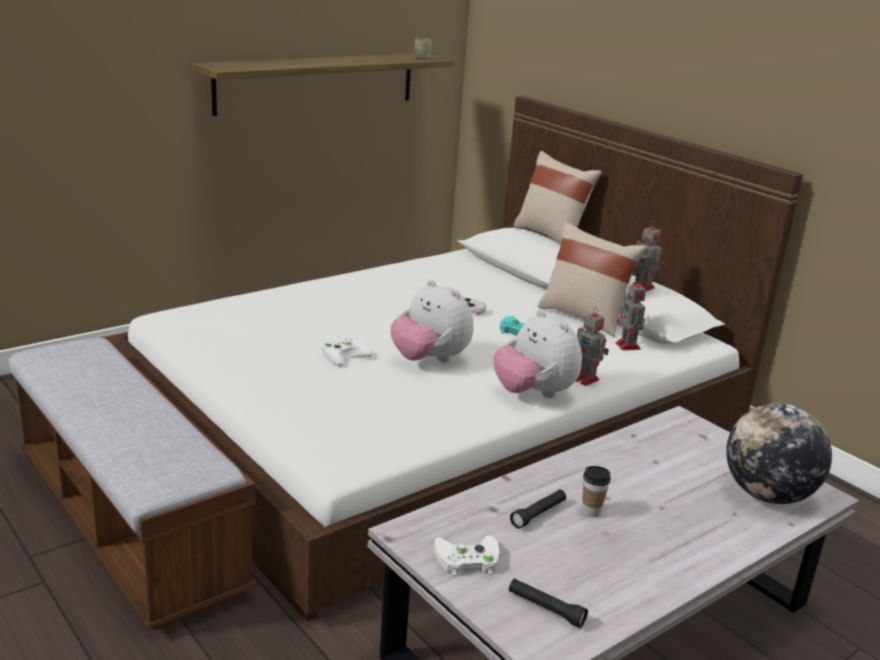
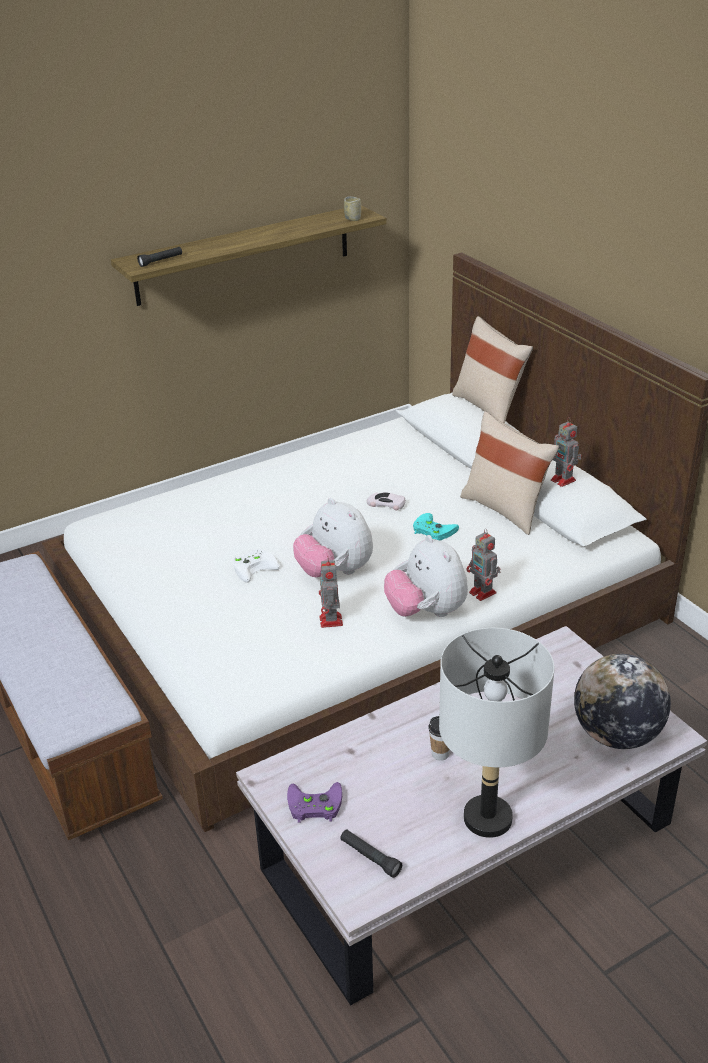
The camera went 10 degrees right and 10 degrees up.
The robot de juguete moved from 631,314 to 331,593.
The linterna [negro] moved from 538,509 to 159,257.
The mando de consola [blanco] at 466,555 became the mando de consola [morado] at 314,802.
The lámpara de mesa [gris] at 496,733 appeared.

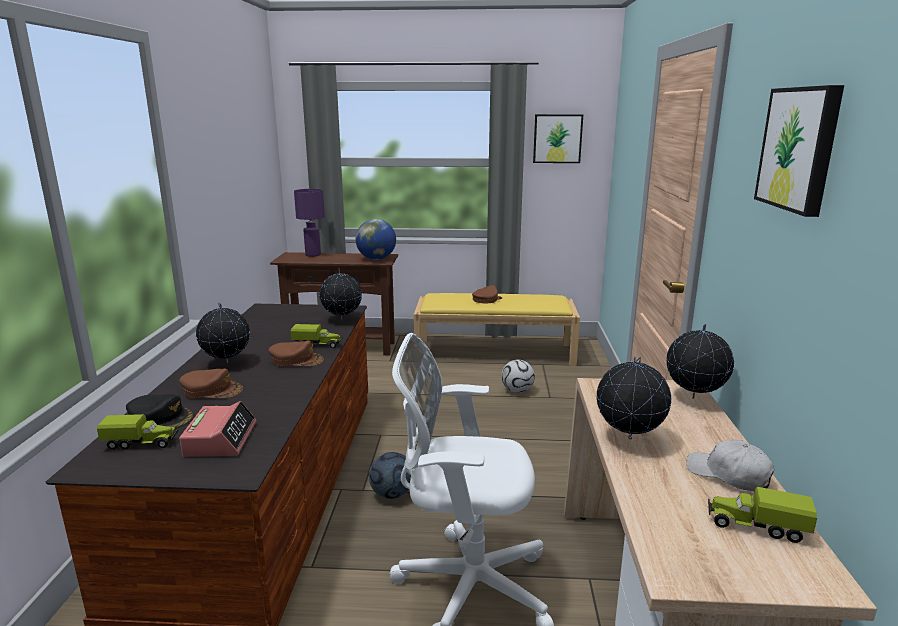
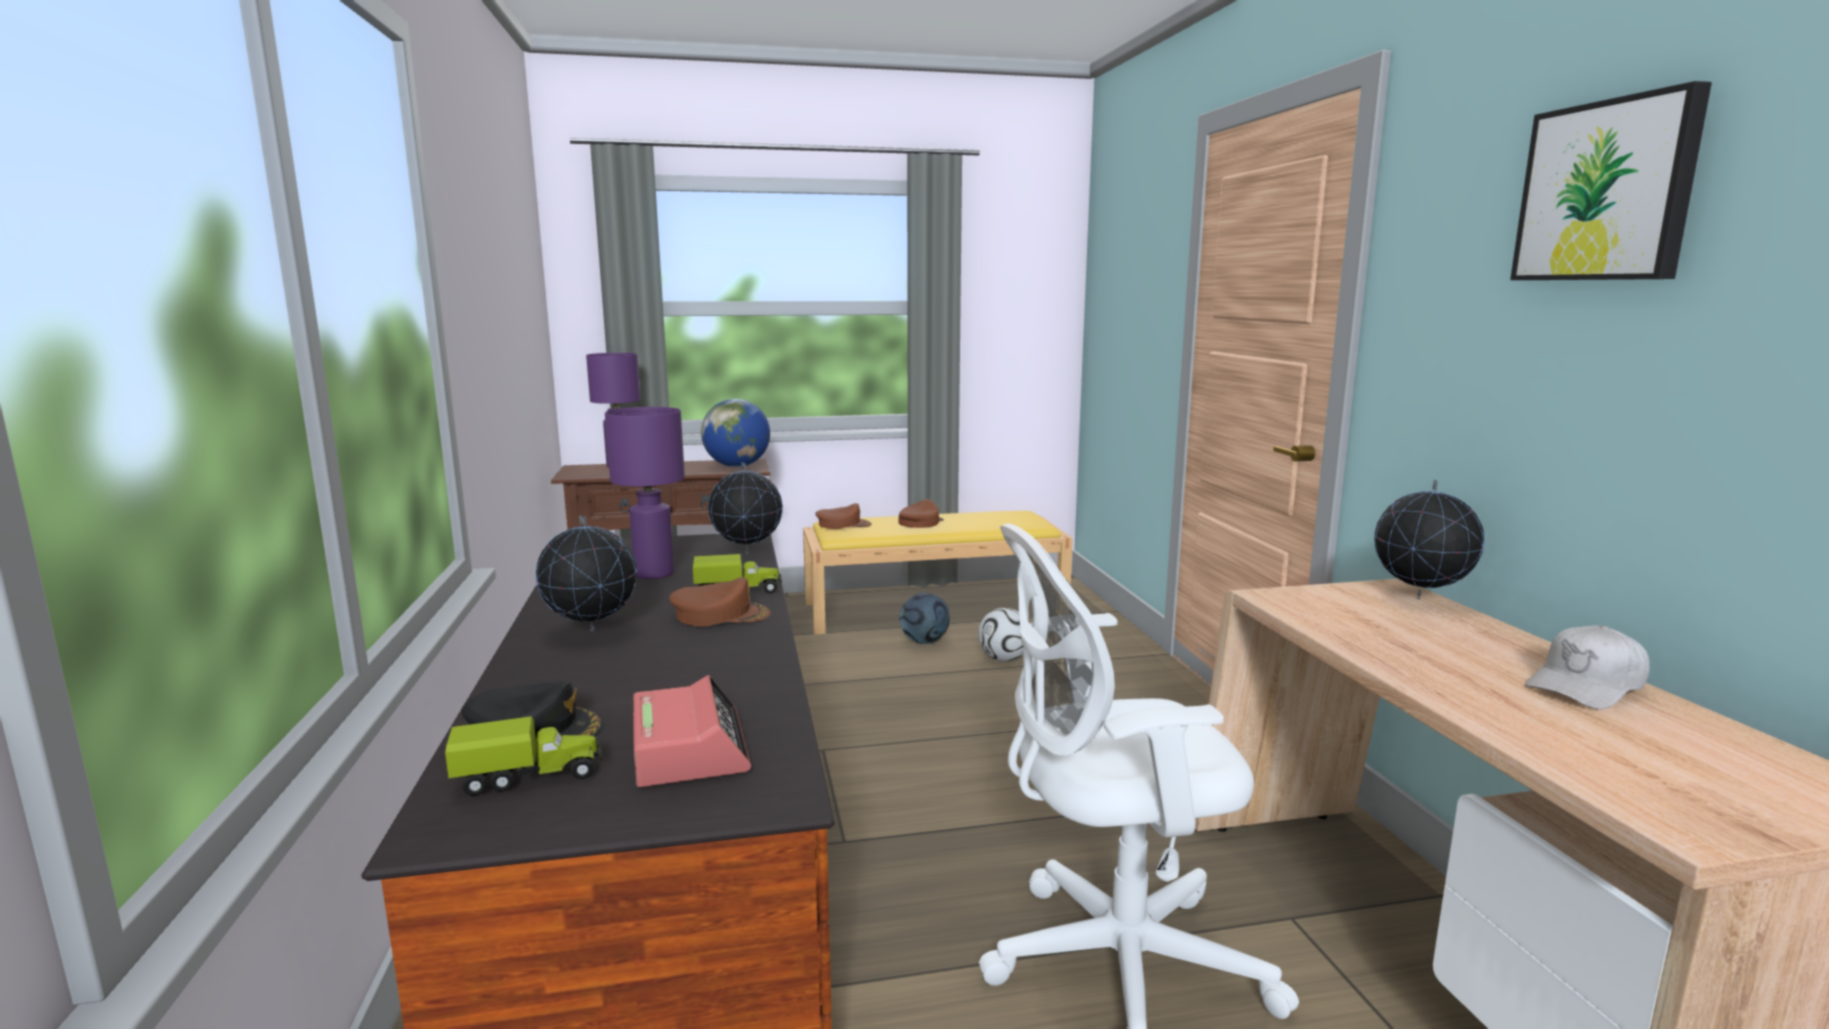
The camera went 15 degrees left and 5 degrees down.
The cuadro at 558,138 disappeared.
The globo terráqueo at 633,397 disappeared.
The gorra [marrón] moved from 211,384 to 843,516.
The gorra [blanco] at 730,466 turned 60 degrees counterclockwise.
The balón de fútbol moved from 390,475 to 924,618.
The camión de juguete at 762,515 disappeared.
The lámpara de mesa [morado] at 645,493 appeared.

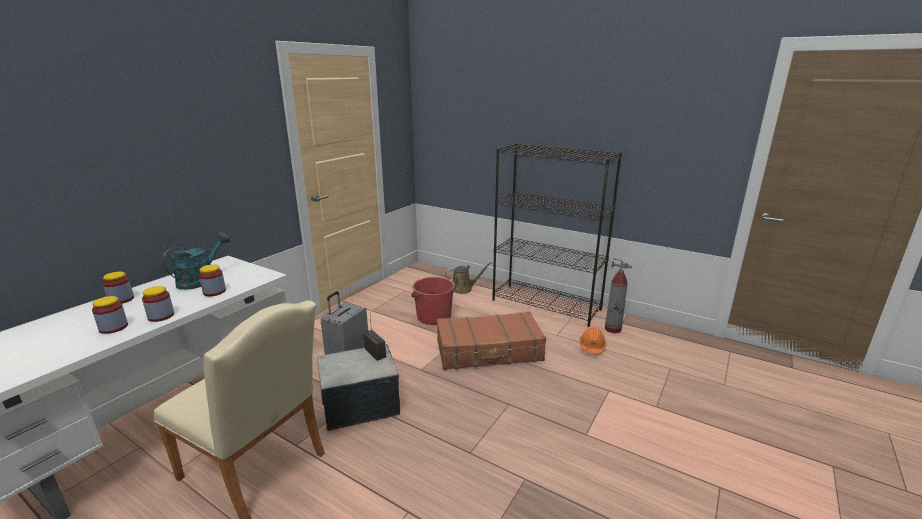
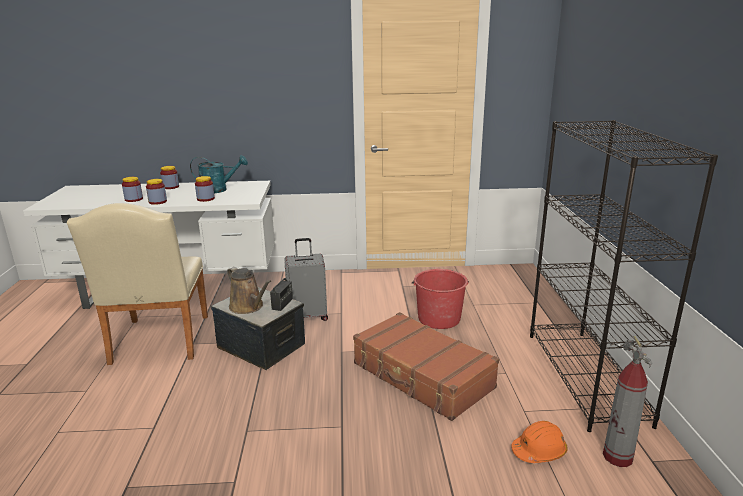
The camera went 55 degrees right and 0 degrees up.
The regadera [marrón] moved from 468,278 to 249,290.

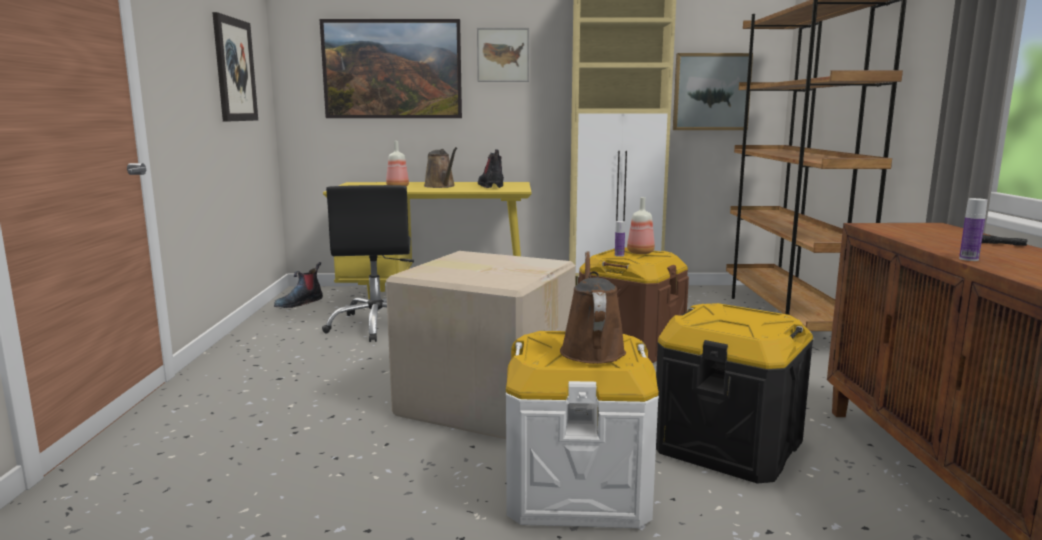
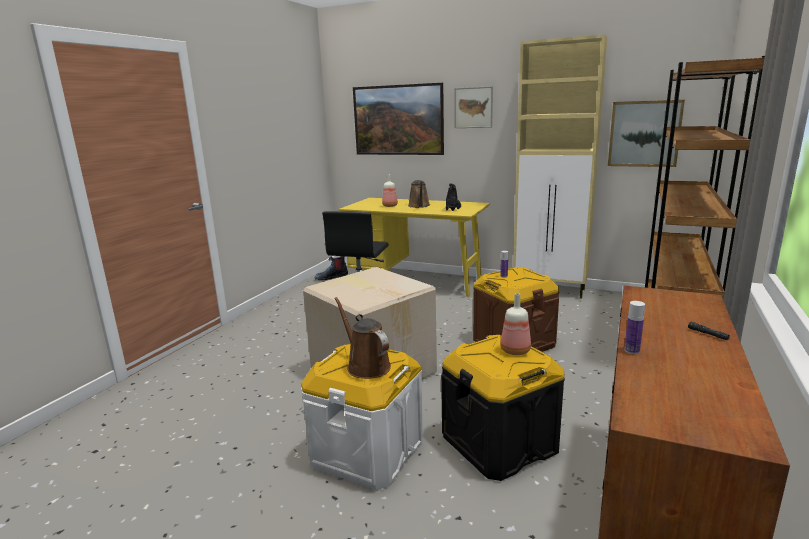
The camera went 25 degrees right and 5 degrees up.
The cuadro at 235,67 disappeared.
The botella moved from 641,225 to 515,324.
The regadera [marrón] at 593,307 turned 60 degrees counterclockwise.

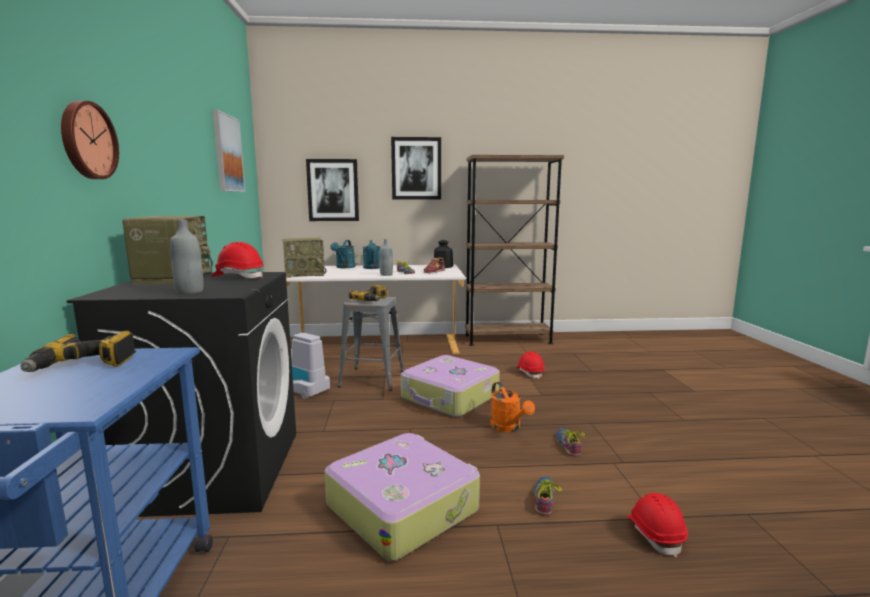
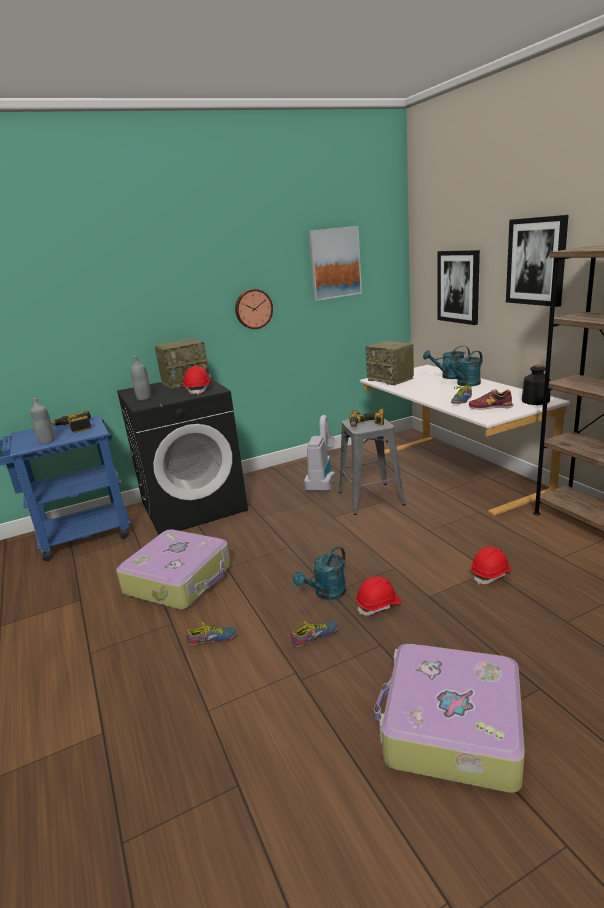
The camera went 70 degrees right and 10 degrees up.
The reloj de pared moved from 90,140 to 254,309.
The botella [gris] moved from 386,257 to 42,421.
The maleta moved from 450,386 to 449,718.
The regadera [naranja] at 512,407 became the regadera [turquesa] at 319,573.
The casco [rojo] moved from 657,525 to 379,596.

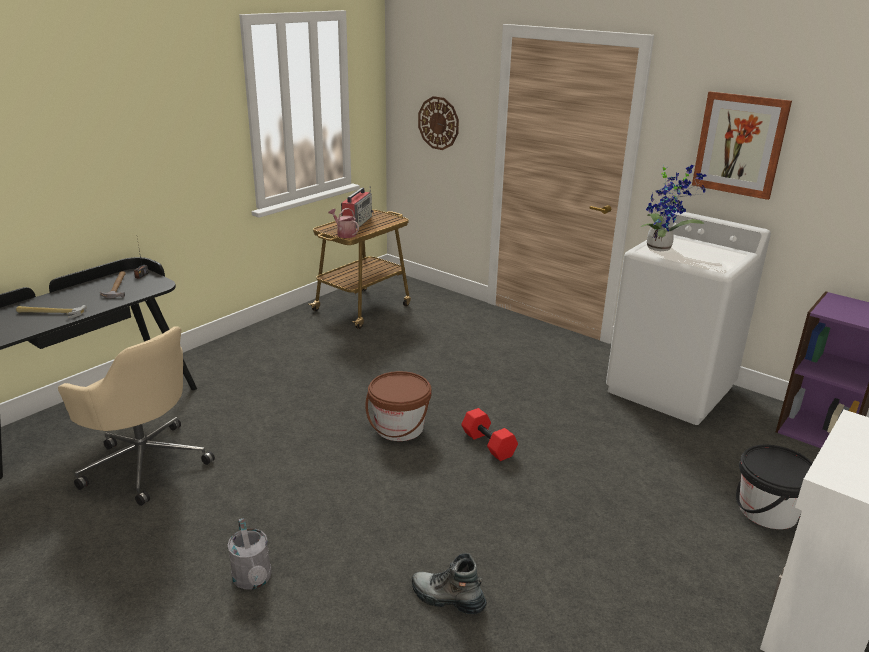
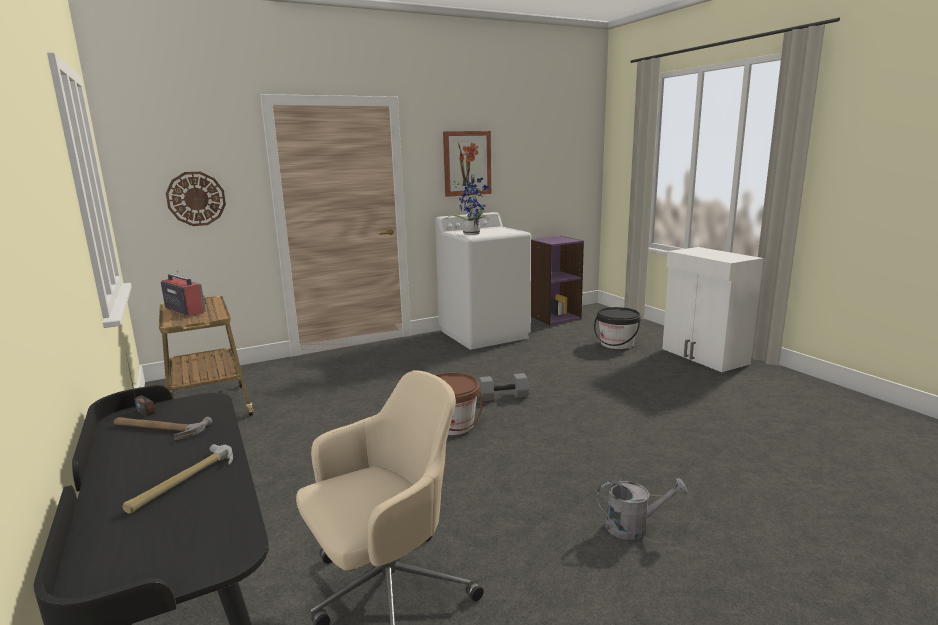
The camera went 65 degrees left and 10 degrees down.
The regadera at 344,223 disappeared.
The mancuerna [rojo] at 489,434 became the mancuerna [gris] at 503,387.
The bota at 449,583 disappeared.

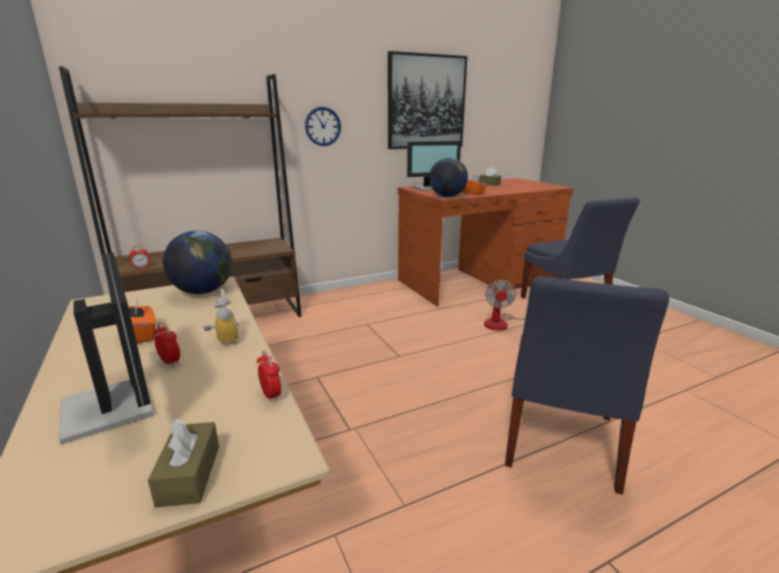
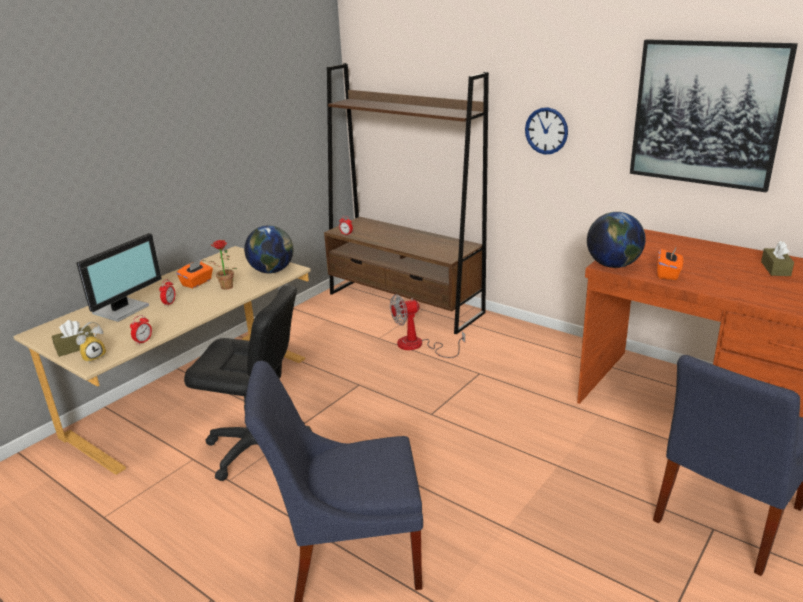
The camera went 65 degrees right and 5 degrees up.
The monitor at 434,166 disappeared.
The ventilador moved from 507,304 to 427,326.
The despertador moved from 220,317 to 91,342.
The planta en maceta at 219,265 appeared.
The silla de oficina [negro] at 248,383 appeared.

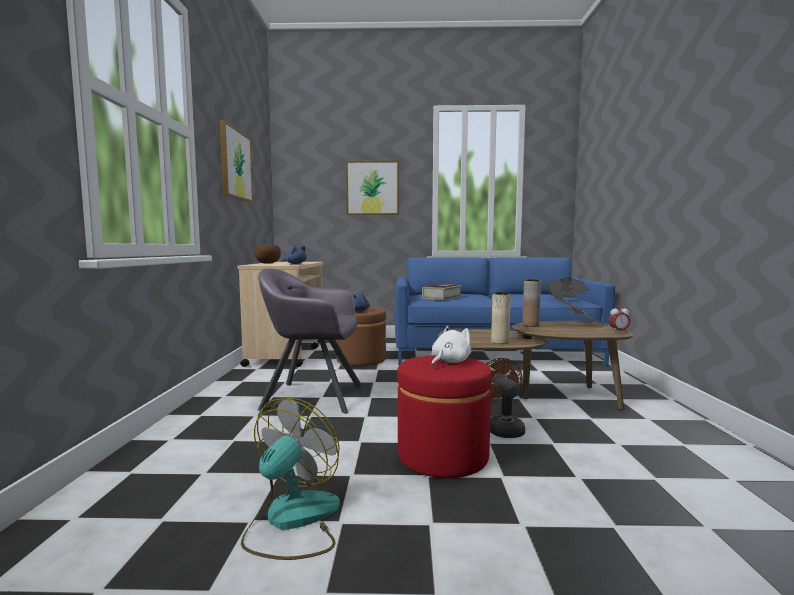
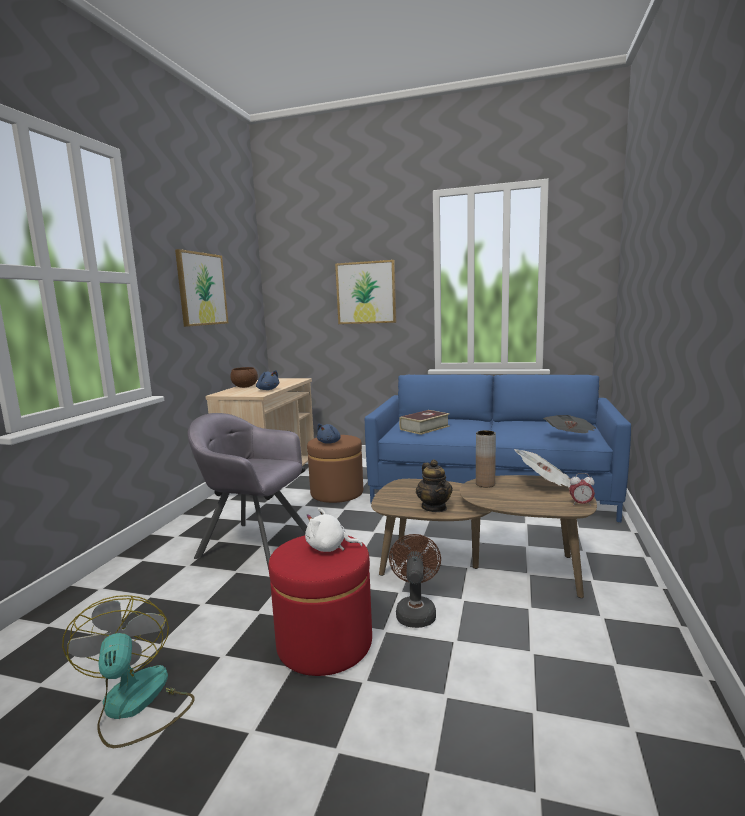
The camera went 15 degrees right and 5 degrees up.
The florero [beis] at 501,318 was replaced by the tetera at 434,486.
The peluche [blanco] at 451,346 turned 135 degrees counterclockwise.
The ventilador at 290,479 turned 60 degrees counterclockwise.

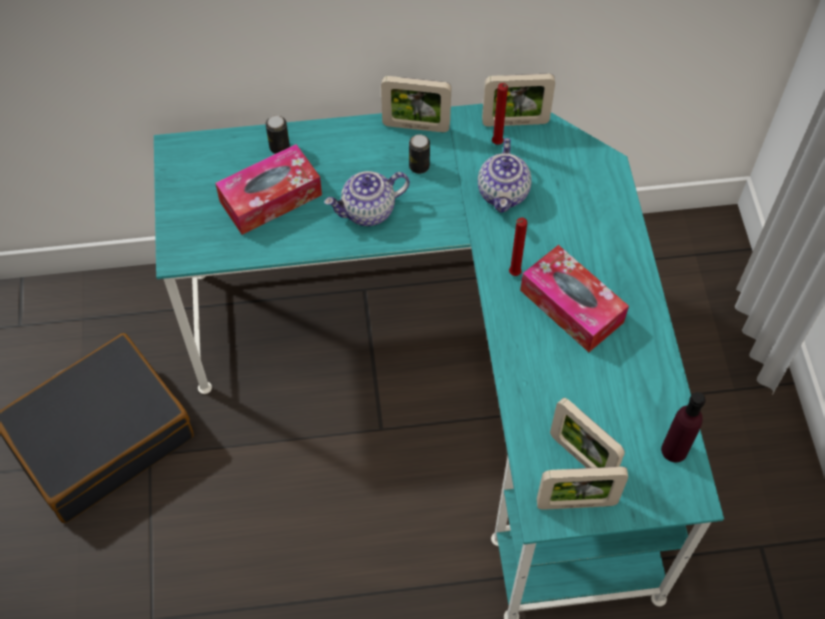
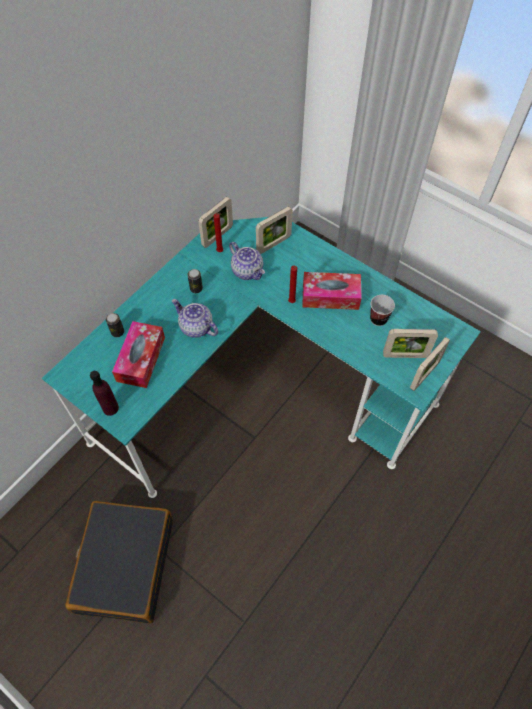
The camera went 45 degrees left and 0 degrees up.
The portarretratos moved from 416,104 to 274,230.
The tetera at 367,198 turned 105 degrees clockwise.
The botella [morado] moved from 683,427 to 104,393.
The taza at 382,310 appeared.

